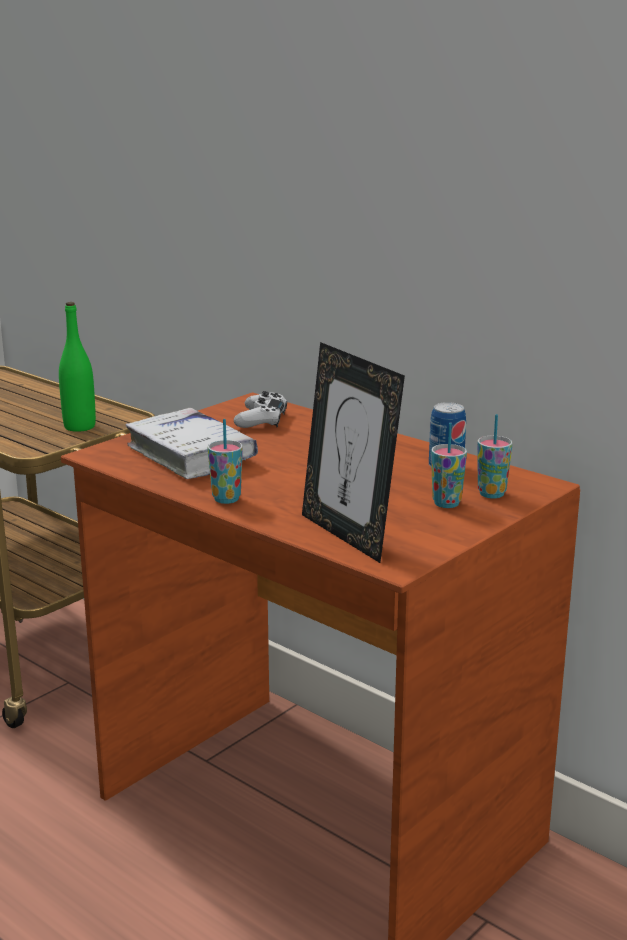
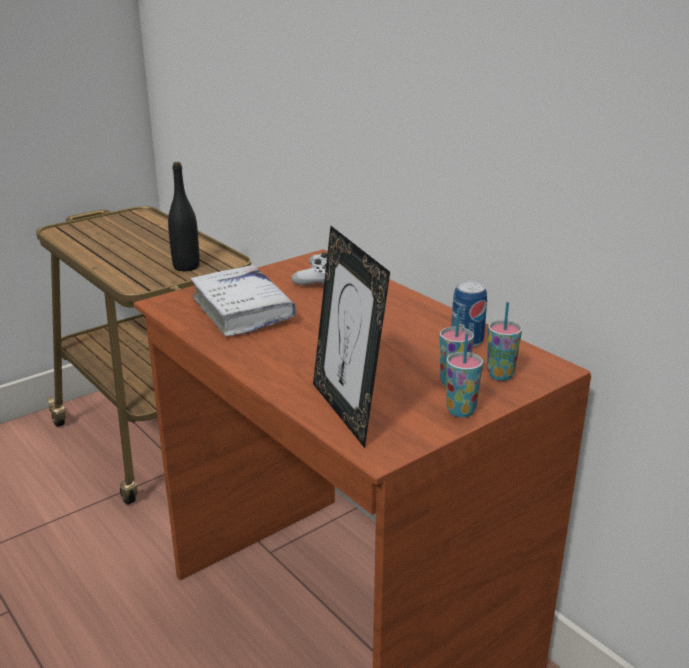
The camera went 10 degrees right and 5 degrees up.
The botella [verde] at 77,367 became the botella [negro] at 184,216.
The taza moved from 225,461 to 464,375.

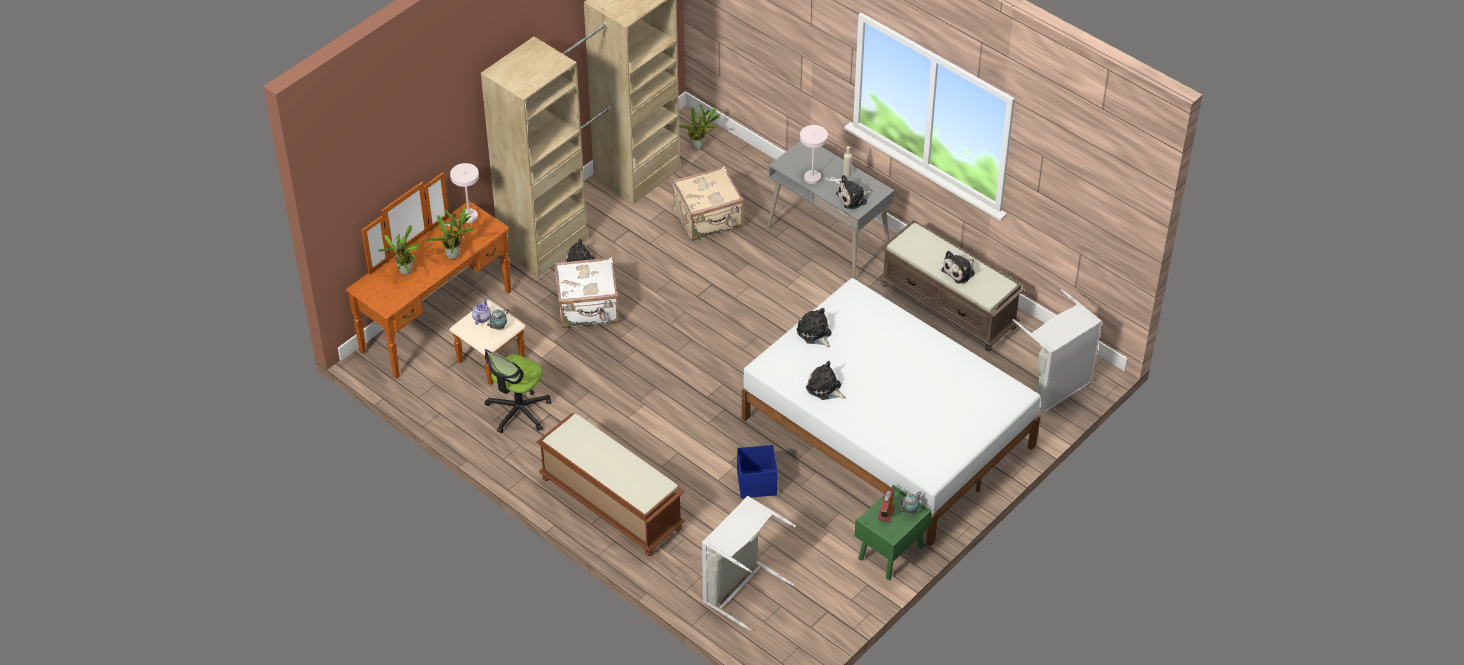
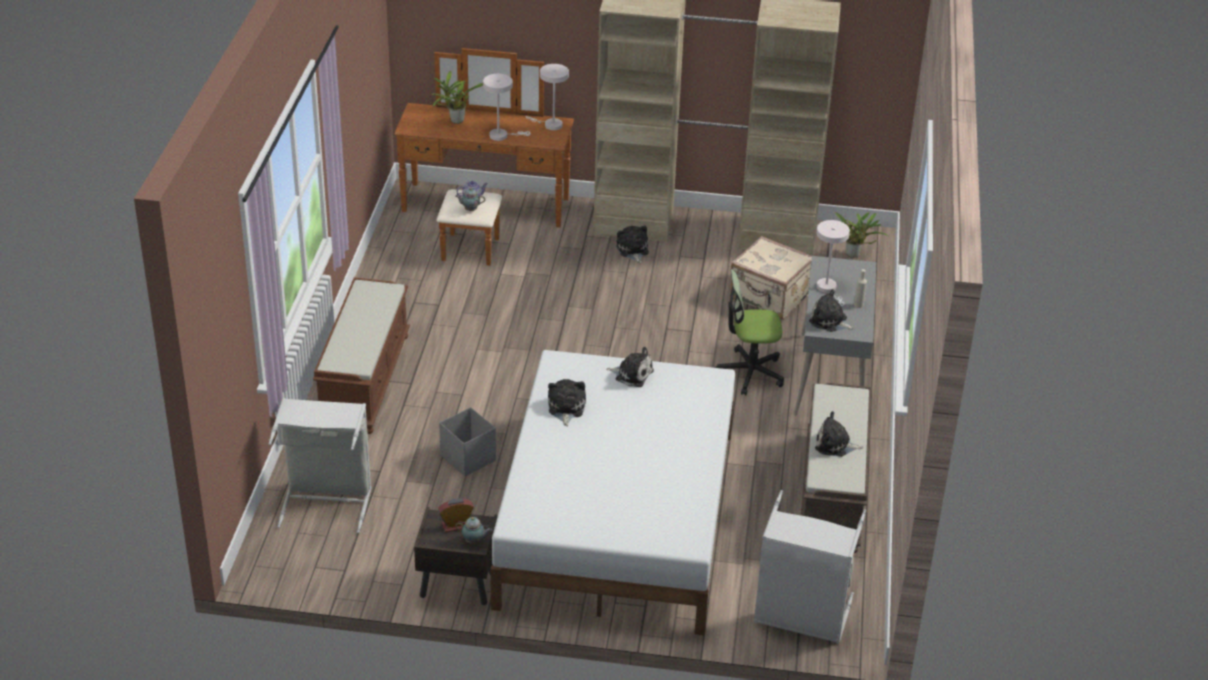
The camera went 55 degrees right and 10 degrees down.
The planta en maceta at 449,233 was replaced by the lámpara de mesa [blanco] at 507,107.
The maleta [blanco] at 587,292 disappeared.
The peluche at 814,327 turned 90 degrees clockwise.
The silla de oficina moved from 518,391 to 748,332.
The caja de almacenaje [azul] at 757,471 became the caja de almacenaje [gris] at 467,441.
The mesita de noche [verde] at 893,532 became the mesita de noche [marrón] at 455,556.

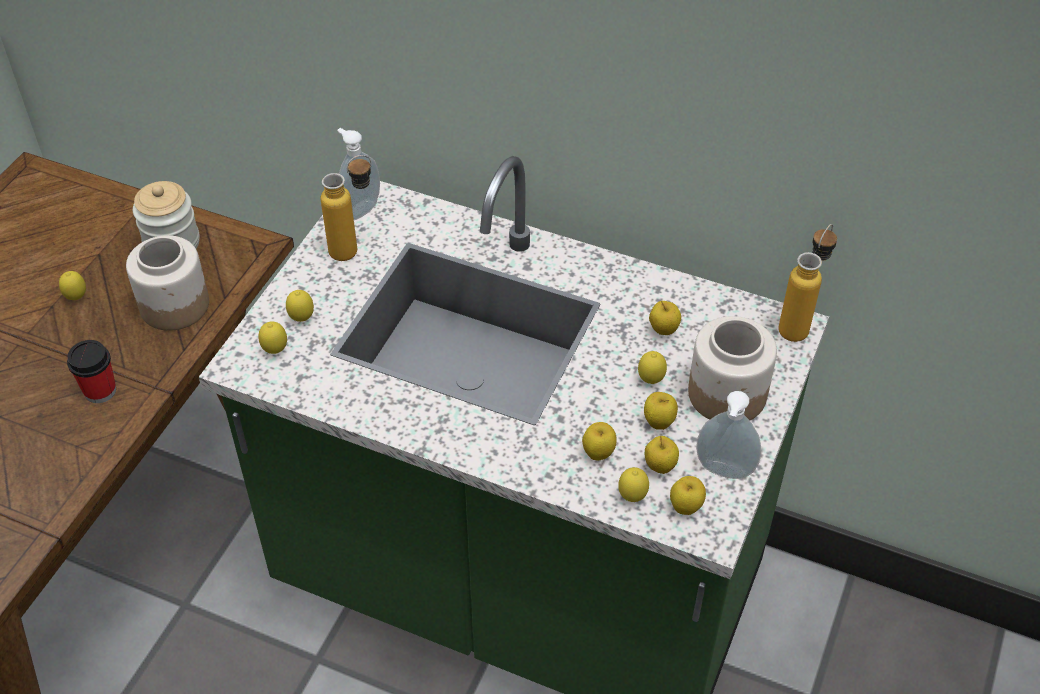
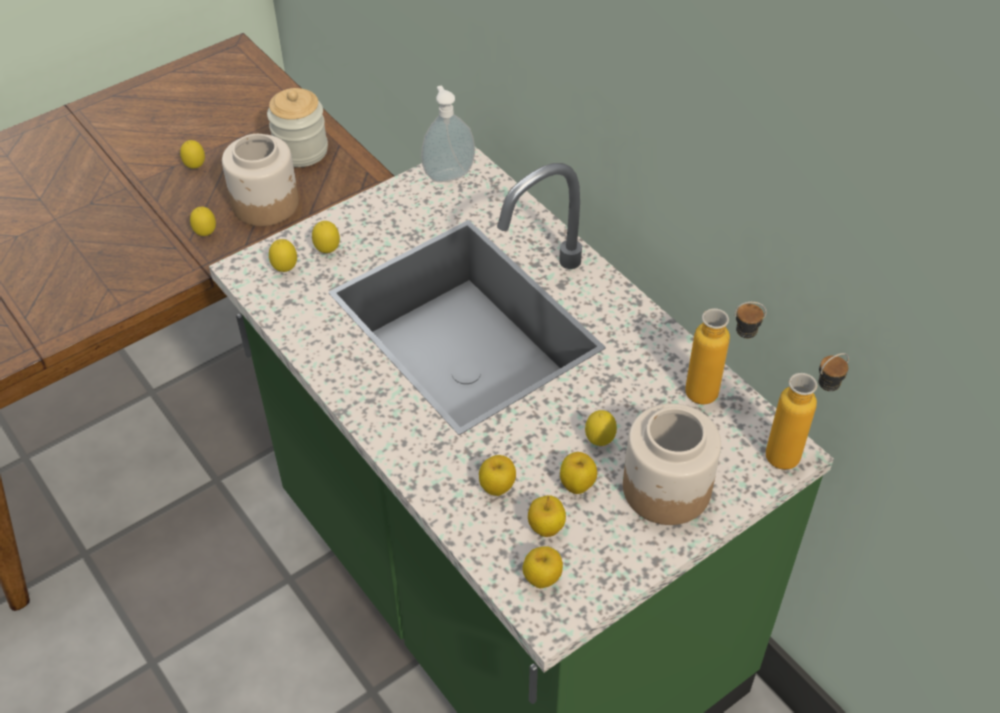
The camera went 30 degrees right and 0 degrees up.
The botella moved from 346,208 to 726,353.
The manzana at 665,318 disappeared.
The taza at 91,371 disappeared.
The dispensador de jabón at 728,435 disappeared.
The limón moved from 633,484 to 203,221.

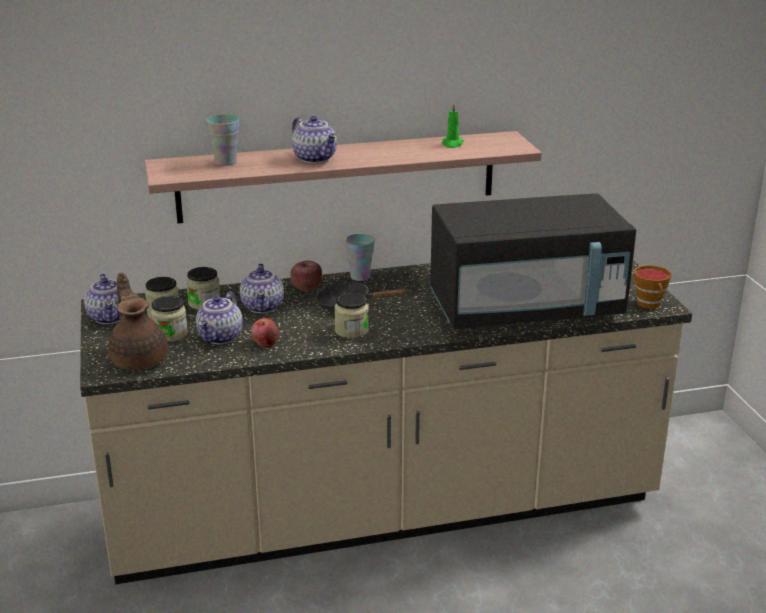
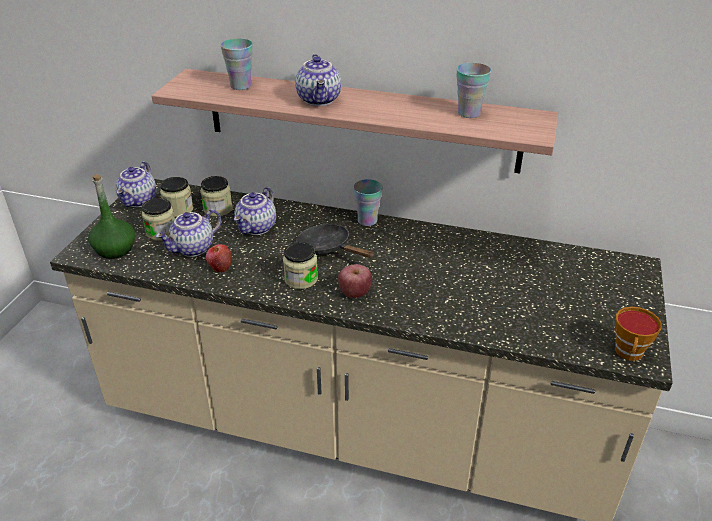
The camera went 30 degrees right and 10 degrees up.
The vela [verde] at 453,125 was replaced by the taza at 474,90.
The microondas [negro] at 533,261 disappeared.
The manzana moved from 306,276 to 355,281.
The tetera [marrón] at 138,321 was replaced by the botella [verde] at 111,216.

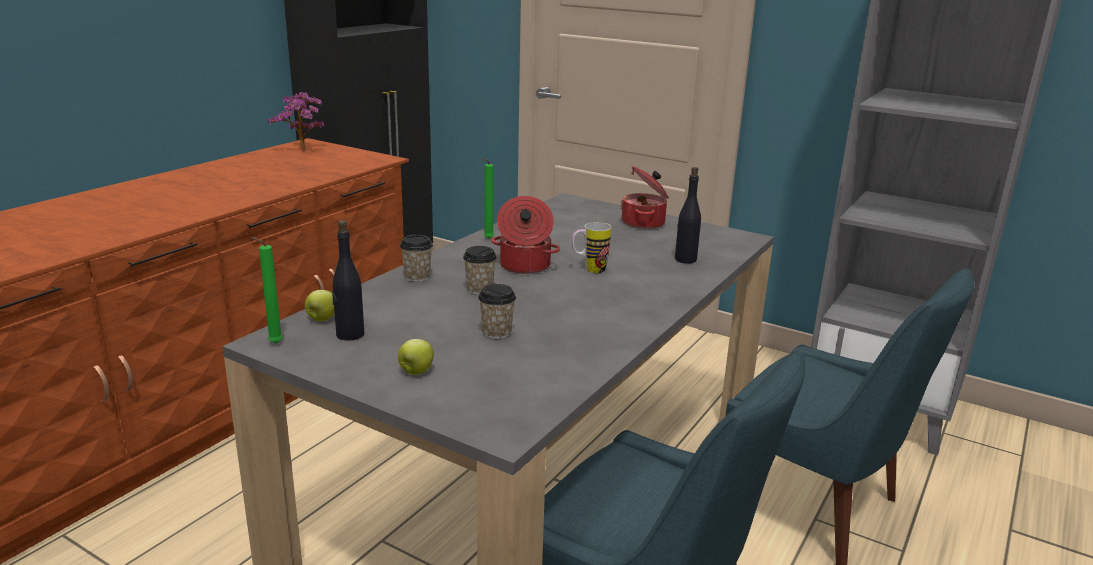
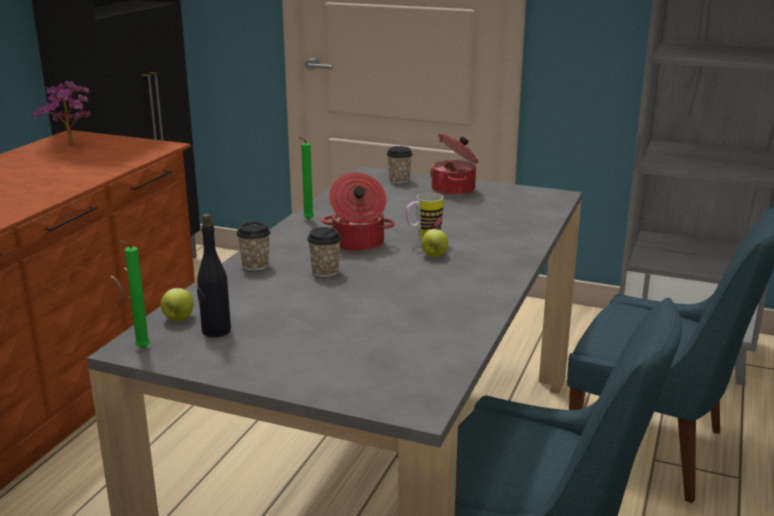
The camera went 10 degrees left and 0 degrees up.
The botella [negro] at 688,215 disappeared.
The taza moved from 497,311 to 400,165.
The manzana moved from 416,357 to 434,243.

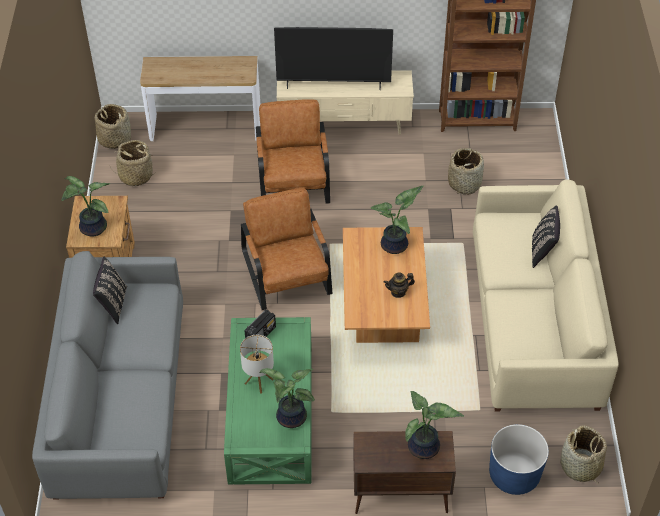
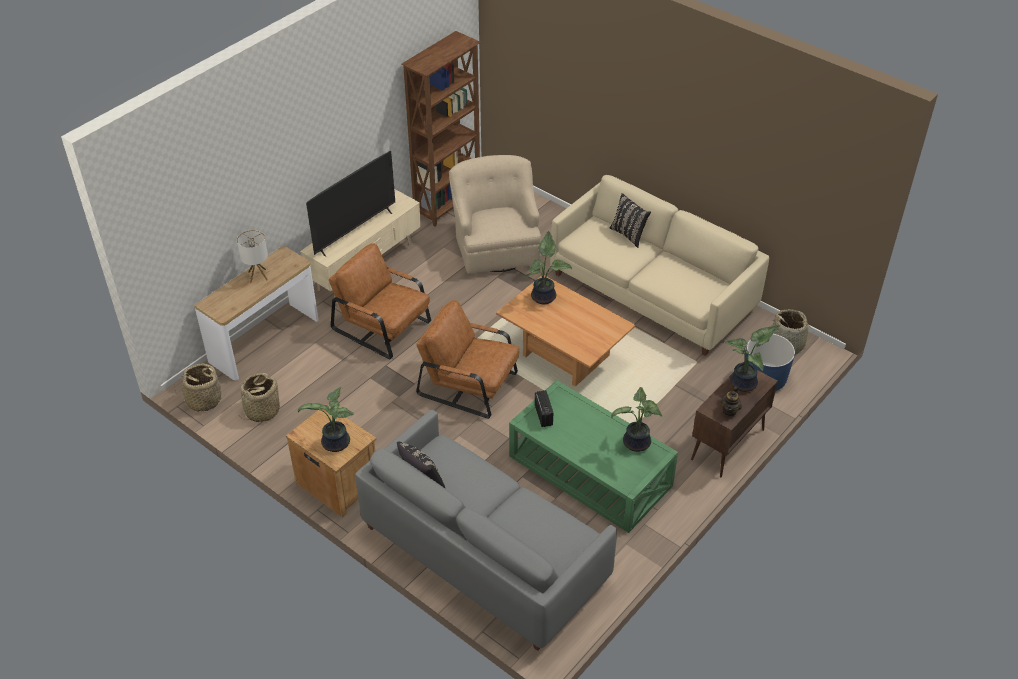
The camera went 50 degrees left and 5 degrees down.
The cesta at 466,171 was replaced by the sillón [beis] at 495,214.
The tetera moved from 399,285 to 731,401.
The lámpara de mesa moved from 257,364 to 252,256.

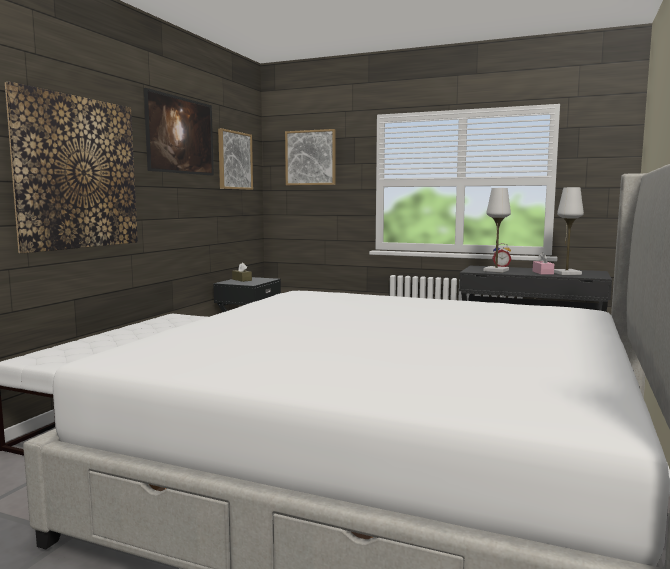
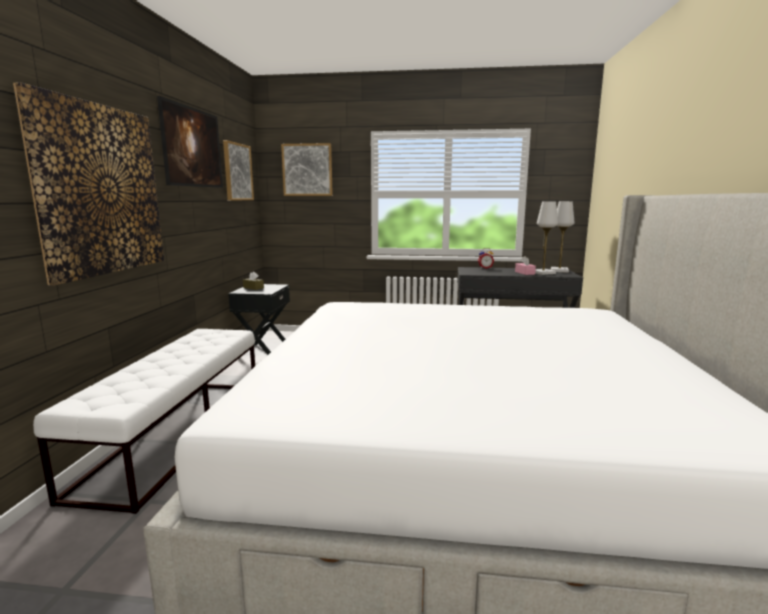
The camera went 15 degrees left and 5 degrees up.
The lámpara de mesa [blanco] moved from 497,230 to 562,237.

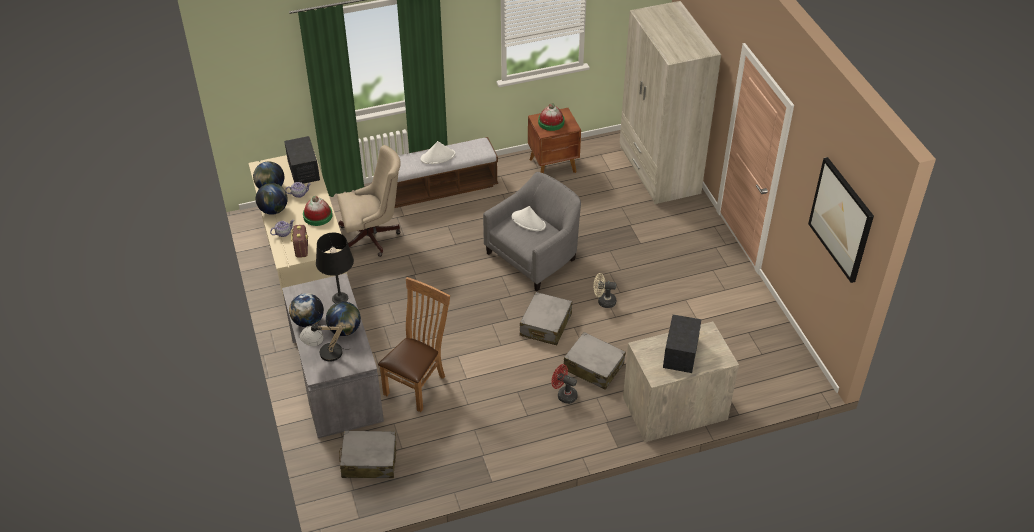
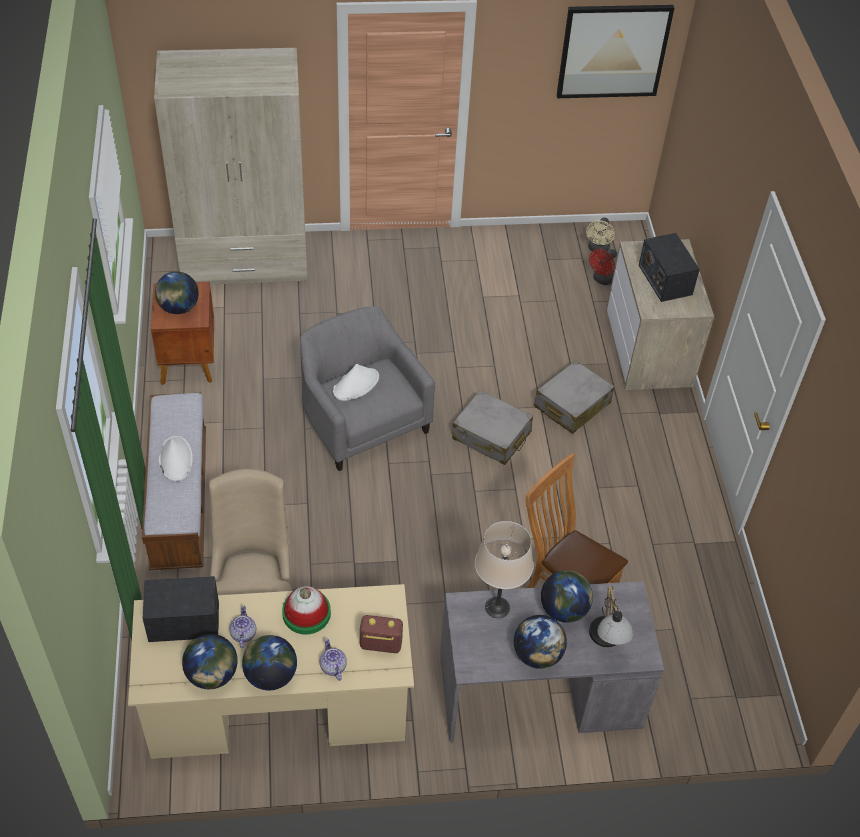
The camera went 80 degrees left and 5 degrees up.
The sombrero at 551,117 was replaced by the globo terráqueo at 177,292.
The lámpara de mesa [negro] at 335,268 became the lámpara de mesa [beis] at 504,569.
The ventilador [beis] moved from 605,290 to 600,235.
The radio at 682,343 turned 45 degrees clockwise.
The ventilador [rojo] moved from 565,384 to 603,267.
The maleta [gris] at 367,454 disappeared.

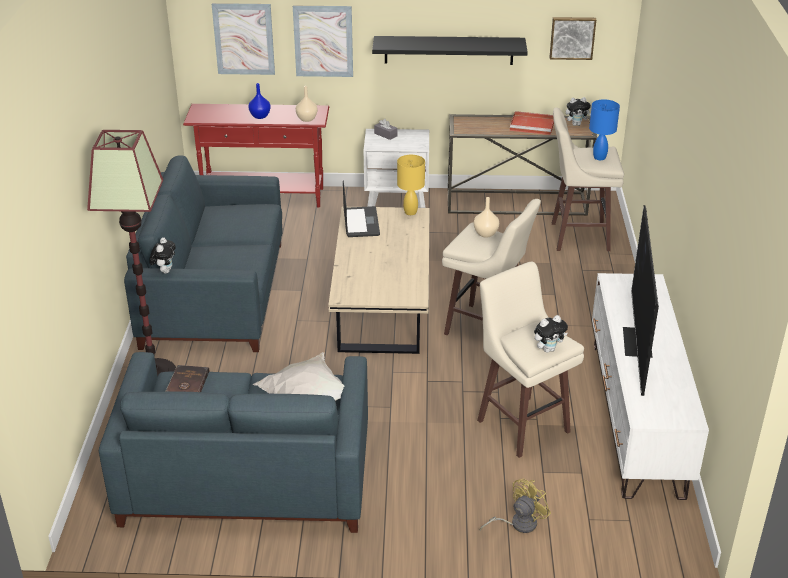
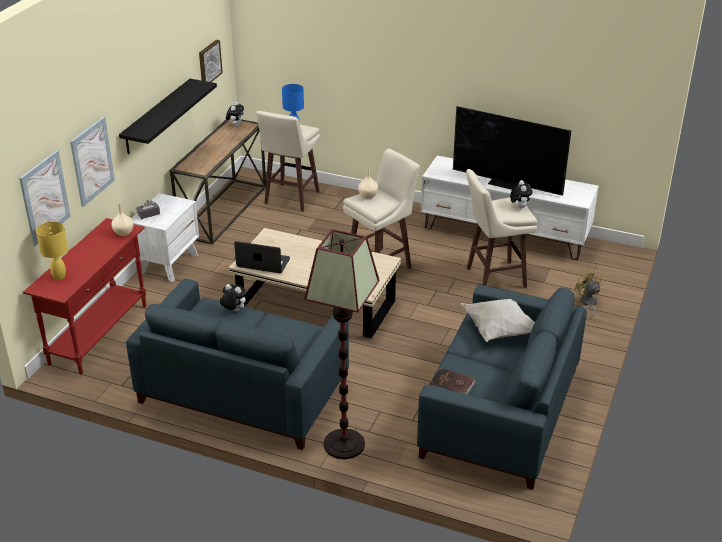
The camera went 70 degrees left and 0 degrees up.
The florero [azul] at 259,101 disappeared.
The bandeja [rojo] at 532,123 disappeared.
The lámpara de mesa [amarillo] moved from 411,185 to 52,251.
The peluche moved from 162,255 to 233,297.

